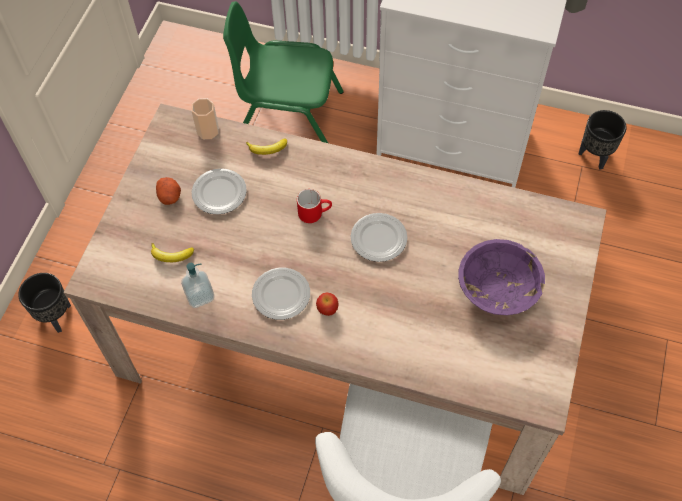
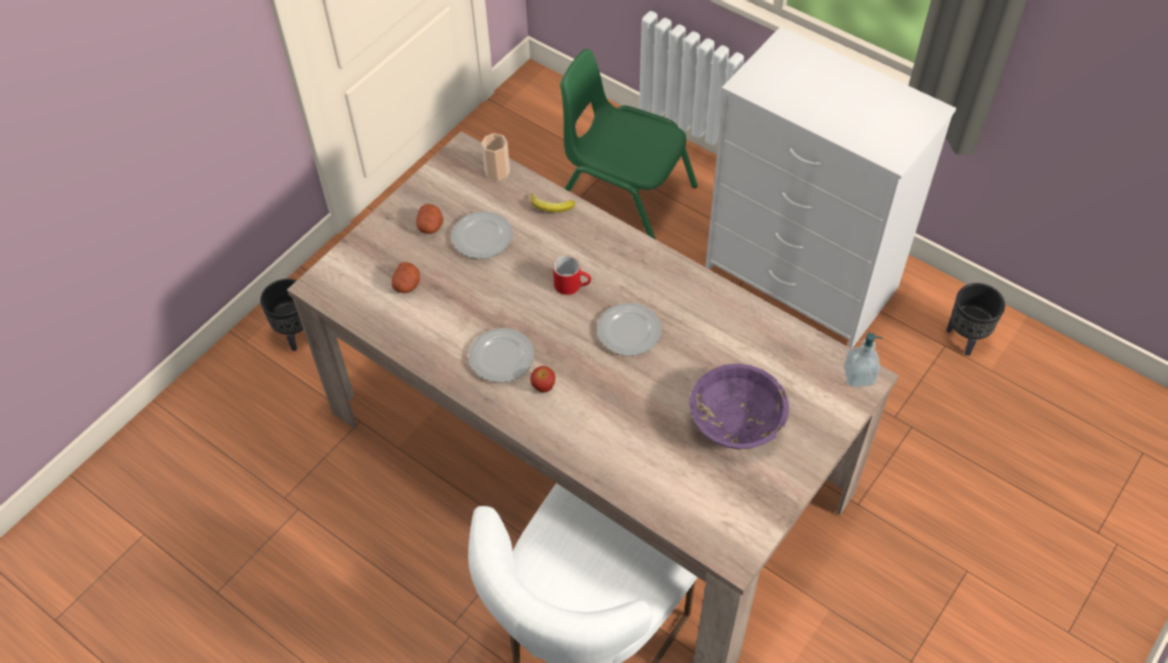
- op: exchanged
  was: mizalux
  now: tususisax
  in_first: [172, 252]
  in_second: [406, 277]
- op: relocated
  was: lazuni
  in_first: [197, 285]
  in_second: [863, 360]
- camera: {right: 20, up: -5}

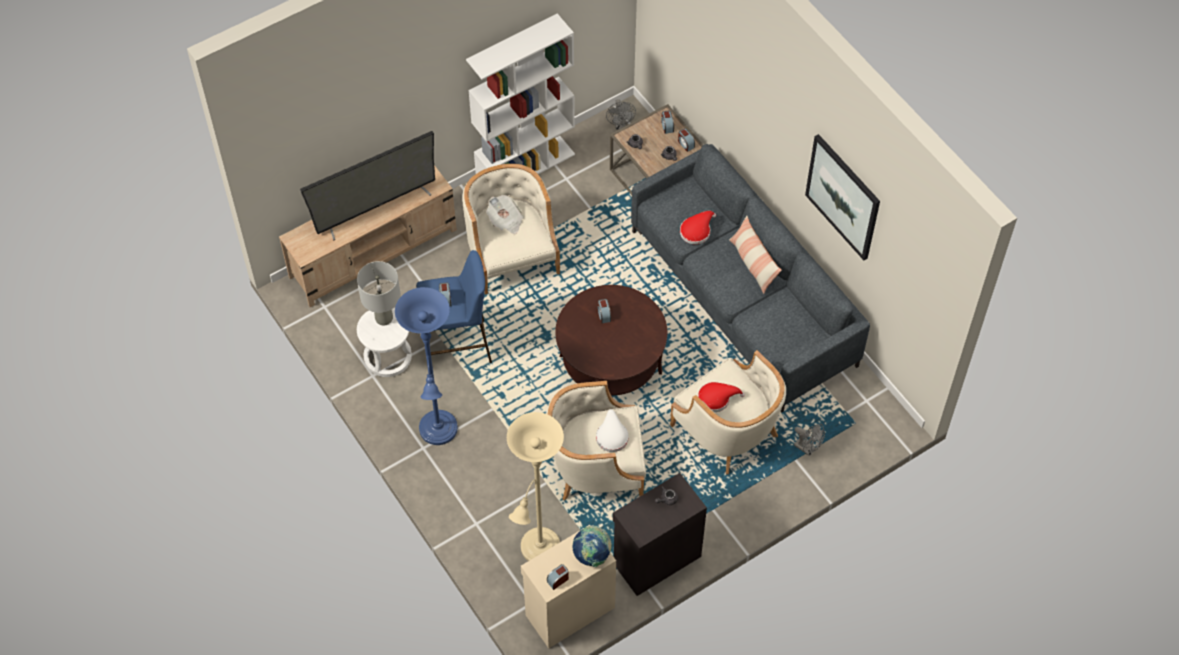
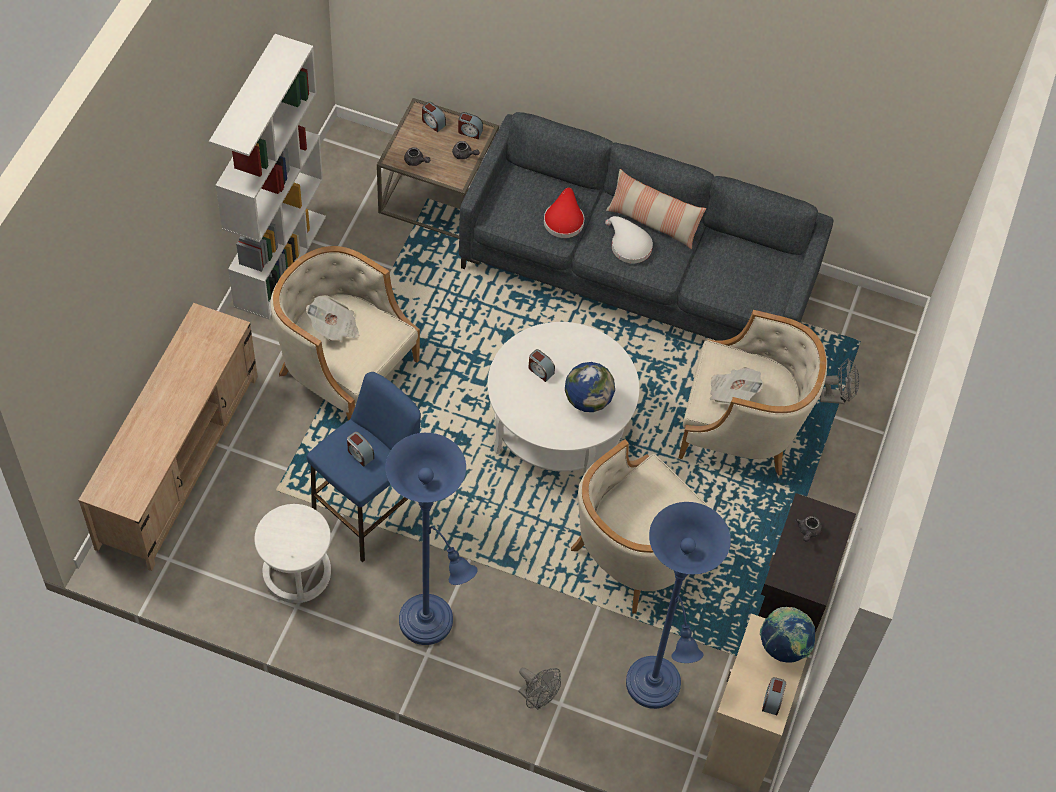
- op: colour
  was: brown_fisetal
  now: white_fisetal
  in_first: [611, 340]
  in_second: [564, 399]
- op: relocated
  was: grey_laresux
  in_first: [621, 114]
  in_second: [539, 688]
- op: appeared
  now: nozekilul
  in_second: [590, 387]
- op: relocated
  was: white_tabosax
  in_first: [612, 430]
  in_second: [629, 239]
- op: colour
  was: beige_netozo
  now: blue_netozo
  in_first: [535, 486]
  in_second: [678, 605]
- op: exchanged
  was: red_tabosax
  now: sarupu
  in_first: [721, 397]
  in_second: [736, 386]
- op: missing
  was: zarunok
  in_first: [367, 186]
- op: missing
  was: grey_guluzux
  in_first: [379, 293]
- op: missing
  was: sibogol
  in_first: [842, 197]
- camera: {right: -40, up: 0}

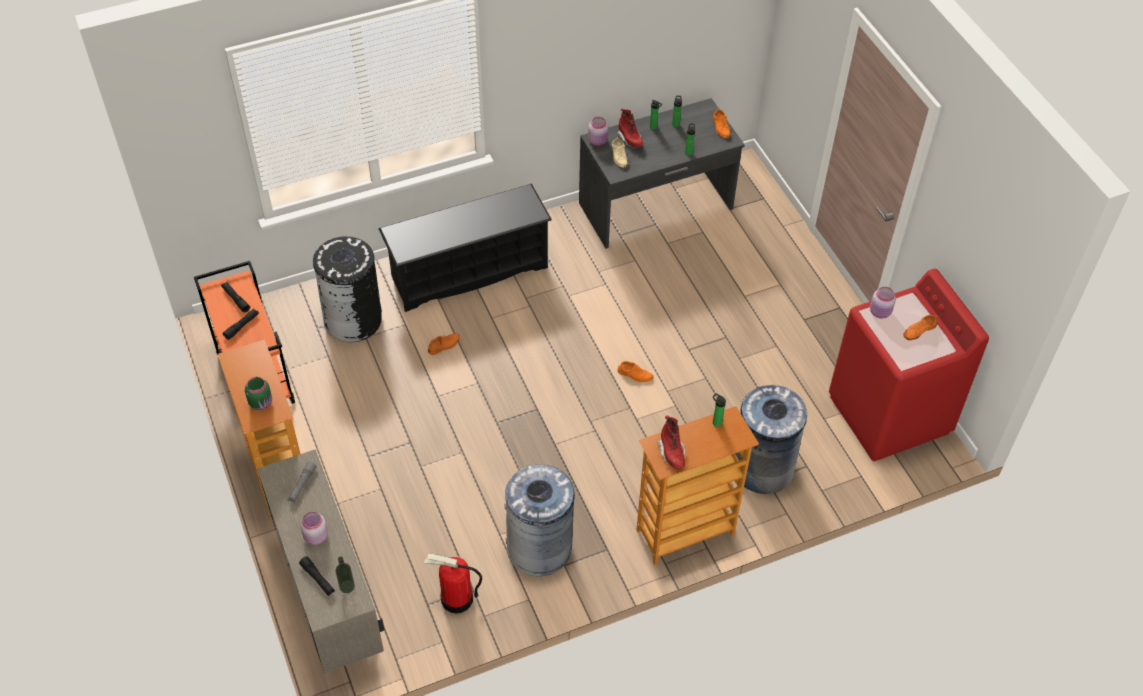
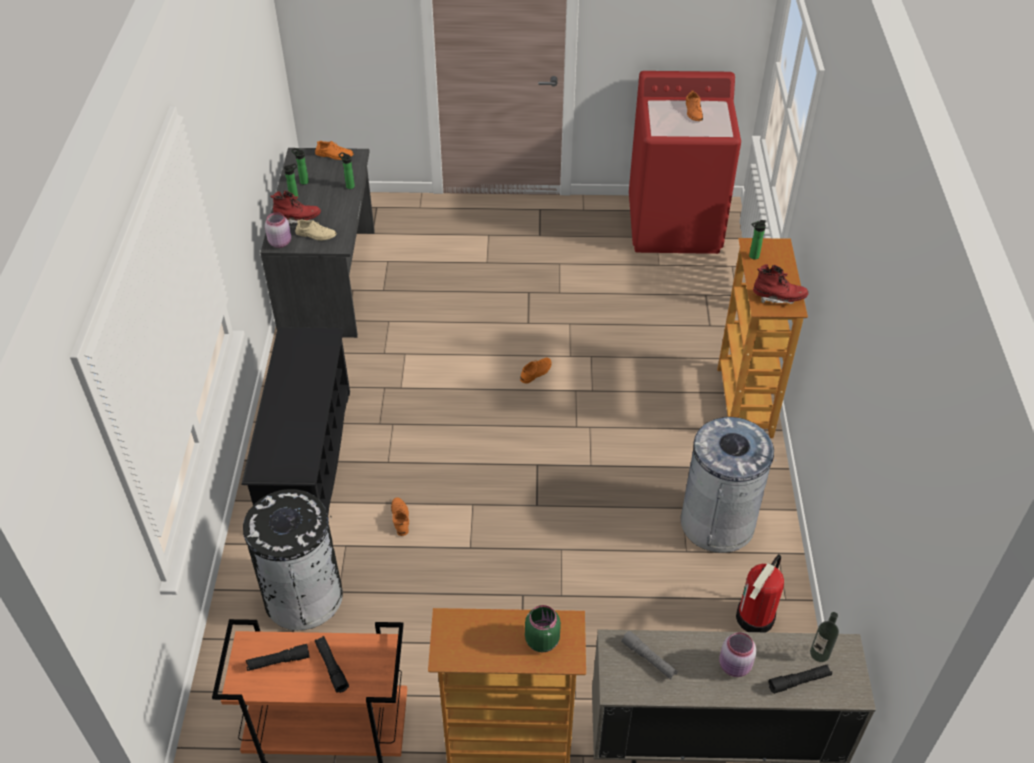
- op: missing
  was: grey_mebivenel
  in_first: [771, 439]
- op: missing
  was: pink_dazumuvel
  in_first: [883, 302]
- camera: {right: -65, up: -5}

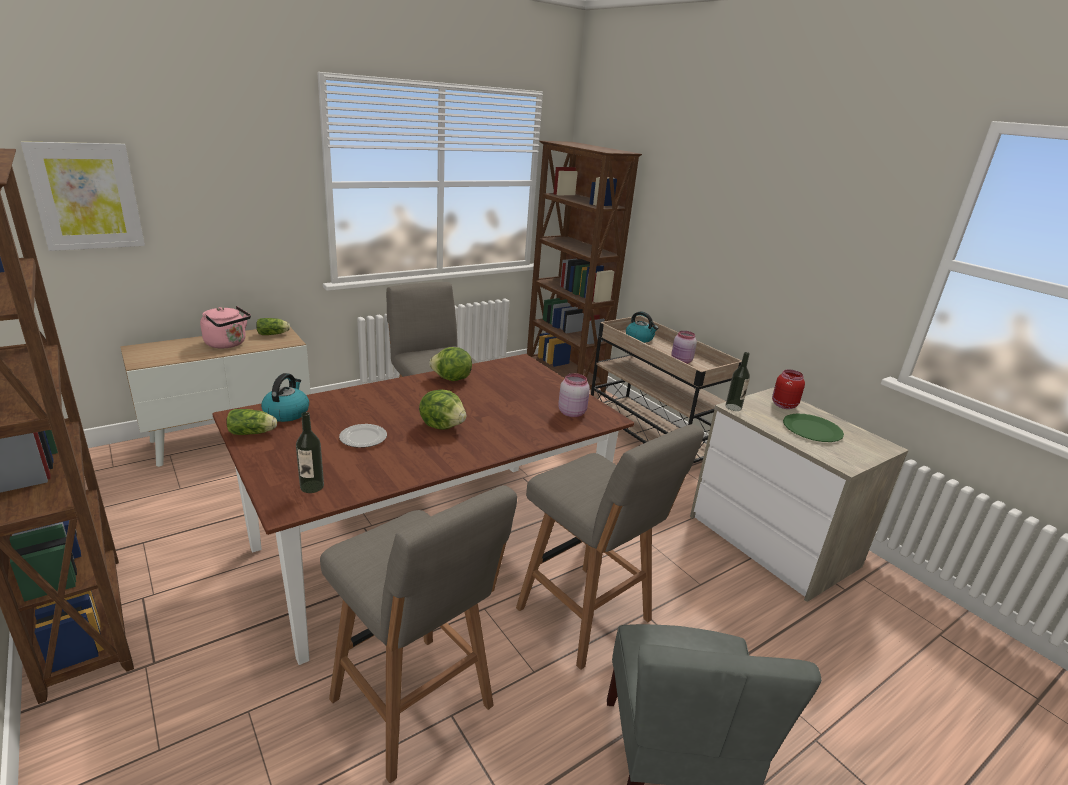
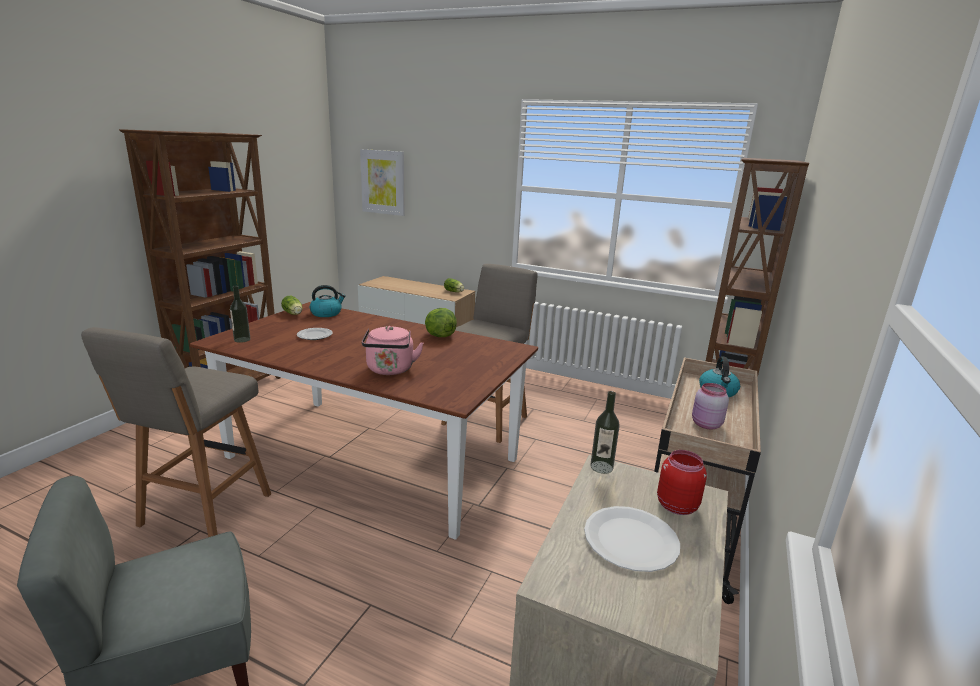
- op: relocated
  was: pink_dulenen
  in_first: [225, 327]
  in_second: [393, 350]
- op: colour
  was: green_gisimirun
  now: white_gisimirun
  in_first: [813, 427]
  in_second: [632, 539]
- op: missing
  was: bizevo
  in_first: [442, 410]
- op: missing
  was: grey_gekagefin
  in_first: [610, 547]
- op: missing
  was: pink_dazumuvel
  in_first: [574, 395]
- camera: {right: 60, up: -5}

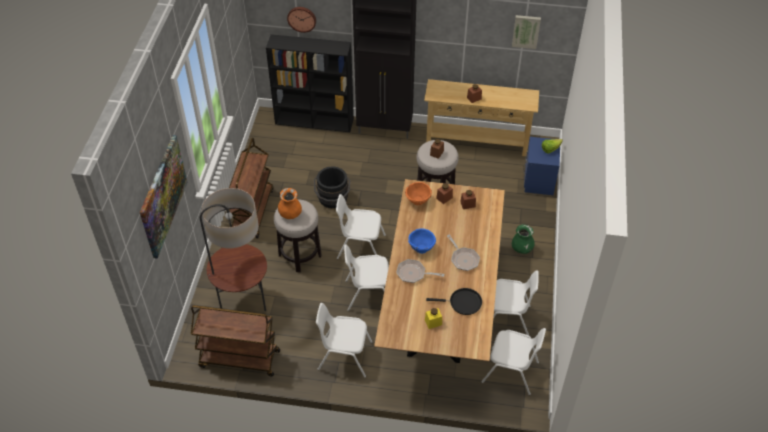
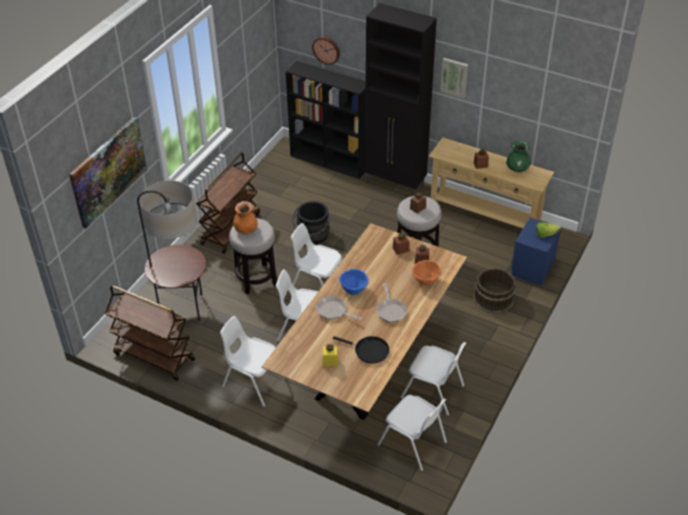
- op: relocated
  was: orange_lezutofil
  in_first: [418, 193]
  in_second: [426, 272]
- op: relocated
  was: sibogol
  in_first: [526, 32]
  in_second: [454, 78]
- op: appeared
  now: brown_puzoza
  in_second: [495, 290]
- op: relocated
  was: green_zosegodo
  in_first: [523, 239]
  in_second: [518, 156]
- camera: {right: 20, up: -5}

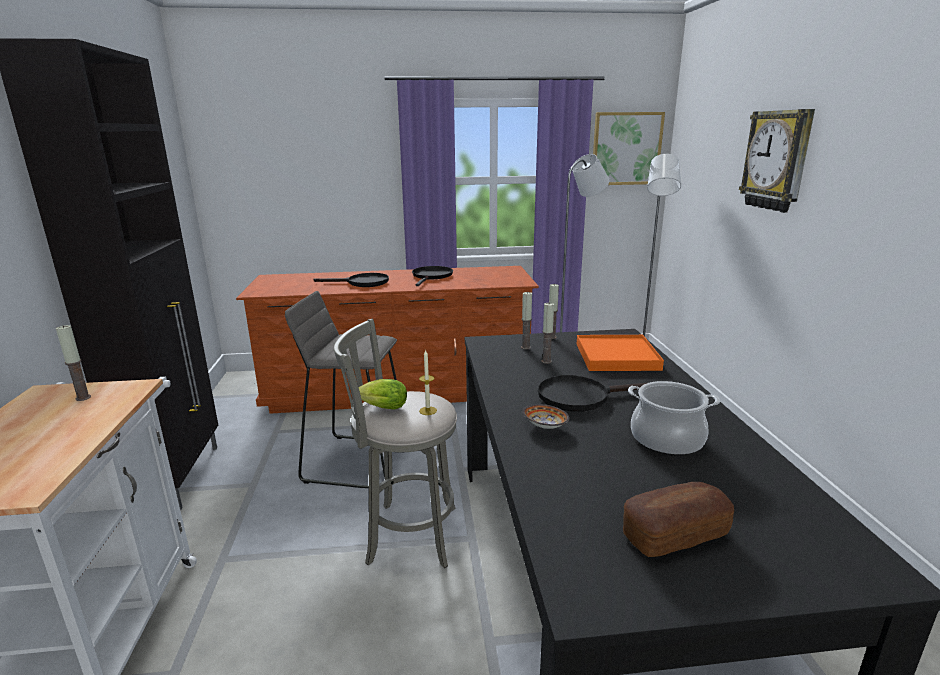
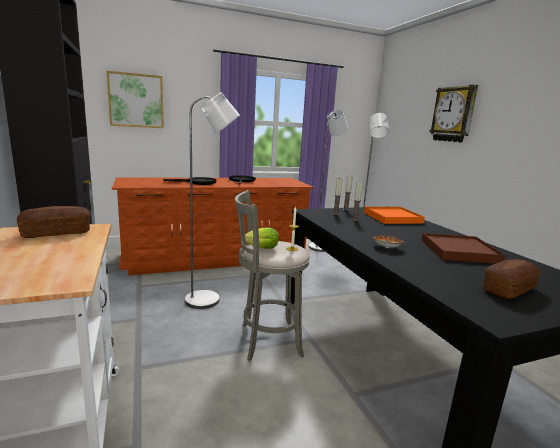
- op: exchanged
  was: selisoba
  now: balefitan
  in_first: [73, 363]
  in_second: [53, 222]
- op: relocated
  was: sibogol
  in_first: [629, 148]
  in_second: [135, 99]
- op: exchanged
  was: grey_gekagefin
  now: grey_netozo
  in_first: [341, 389]
  in_second: [212, 200]
- op: exchanged
  was: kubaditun
  now: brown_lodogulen
  in_first: [674, 418]
  in_second: [463, 248]
- op: missing
  was: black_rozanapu
  in_first: [592, 393]
- camera: {right: -15, up: -5}

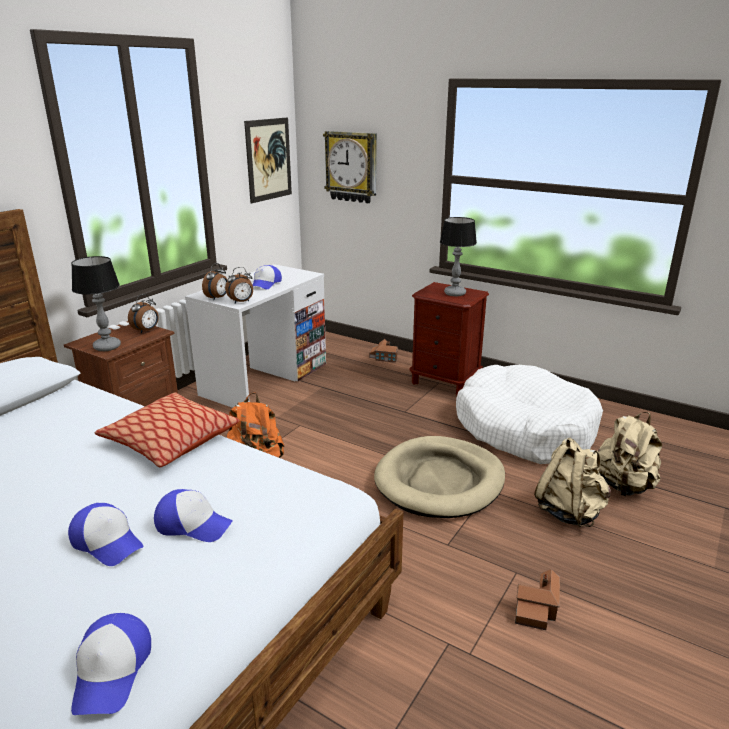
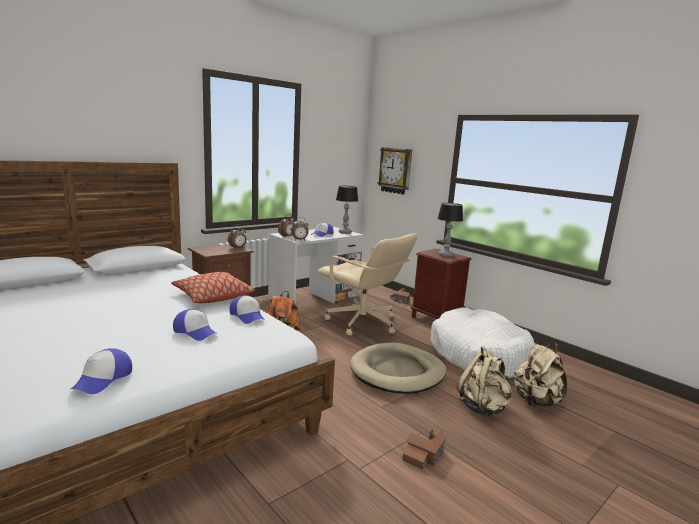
- op: relocated
  was: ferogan
  in_first: [106, 534]
  in_second: [247, 309]
- op: appeared
  now: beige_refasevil
  in_second: [368, 284]
- op: relocated
  was: guluzux
  in_first: [96, 303]
  in_second: [347, 210]
- op: missing
  was: sibogol
  in_first: [268, 161]
- camera: {right: 15, up: -10}

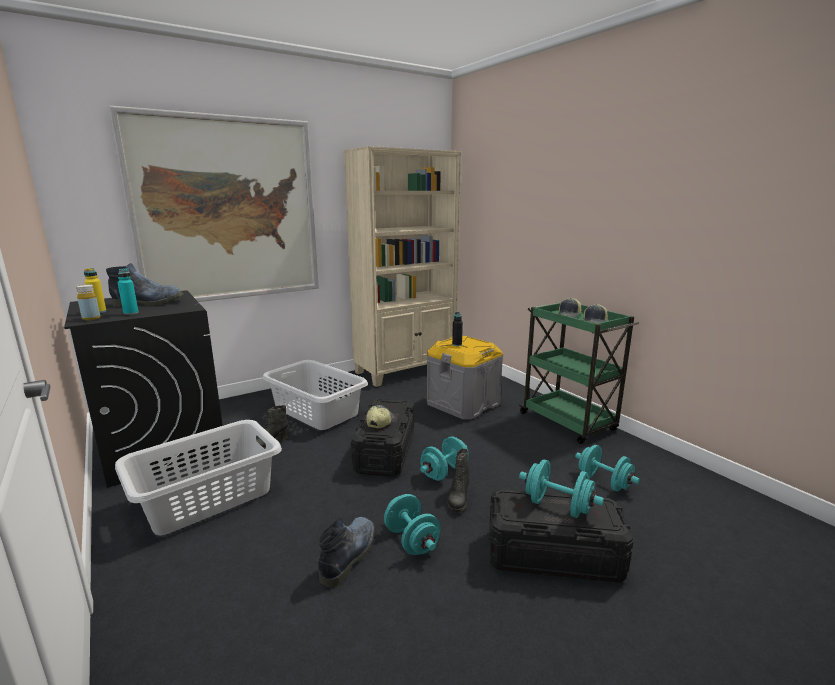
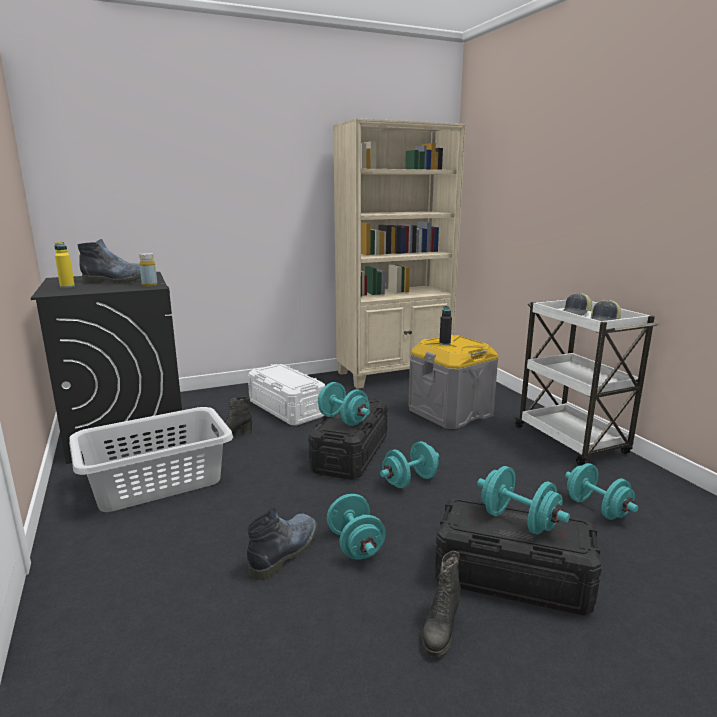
- op: relocated
  was: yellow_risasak
  in_first: [88, 302]
  in_second: [148, 269]
- op: exchanged
  was: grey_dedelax
  now: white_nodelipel
  in_first: [315, 395]
  in_second: [286, 394]
- op: exchanged
  was: ferogan
  now: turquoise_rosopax
  in_first: [380, 416]
  in_second: [344, 404]
- op: relocated
  was: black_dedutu
  in_first: [458, 480]
  in_second: [441, 604]
- op: colour
  was: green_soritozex
  now: white_soritozex
  in_first: [579, 373]
  in_second: [587, 382]
- op: missing
  was: sibogol
  in_first: [214, 204]
- op: missing
  was: turquoise_risasak
  in_first: [128, 291]
- camera: {right: 10, up: 0}

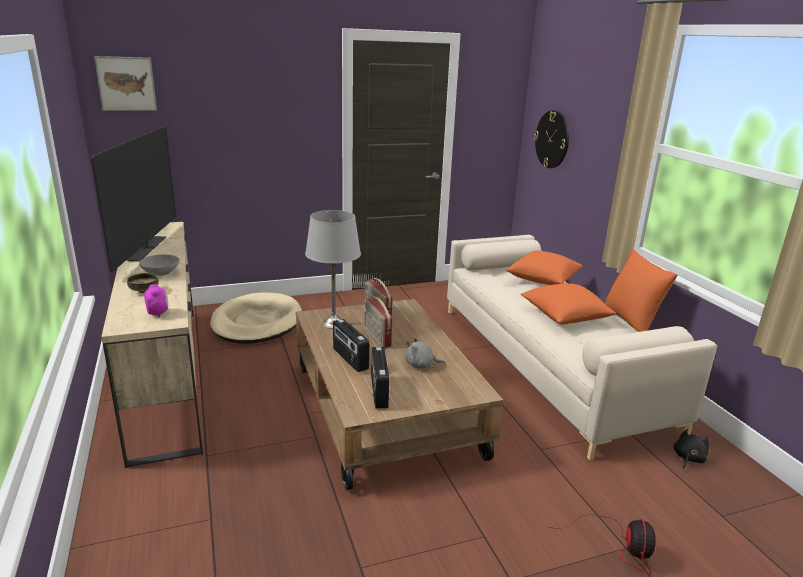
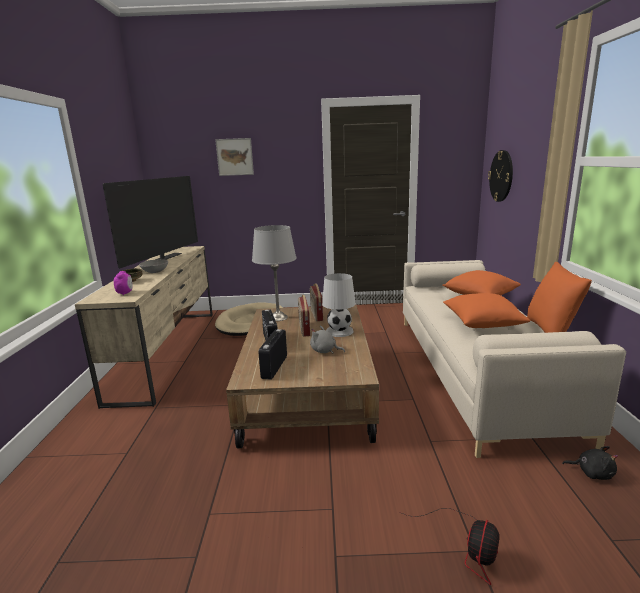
- op: relocated
  was: sibogol
  in_first: [125, 83]
  in_second: [234, 157]
- op: appeared
  now: white_guluzux
  in_second: [339, 305]
- op: spun
  was: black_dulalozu
  in_first: [691, 449]
  in_second: [590, 463]
  clockwise: 60
- camera: {right: 20, up: -5}

